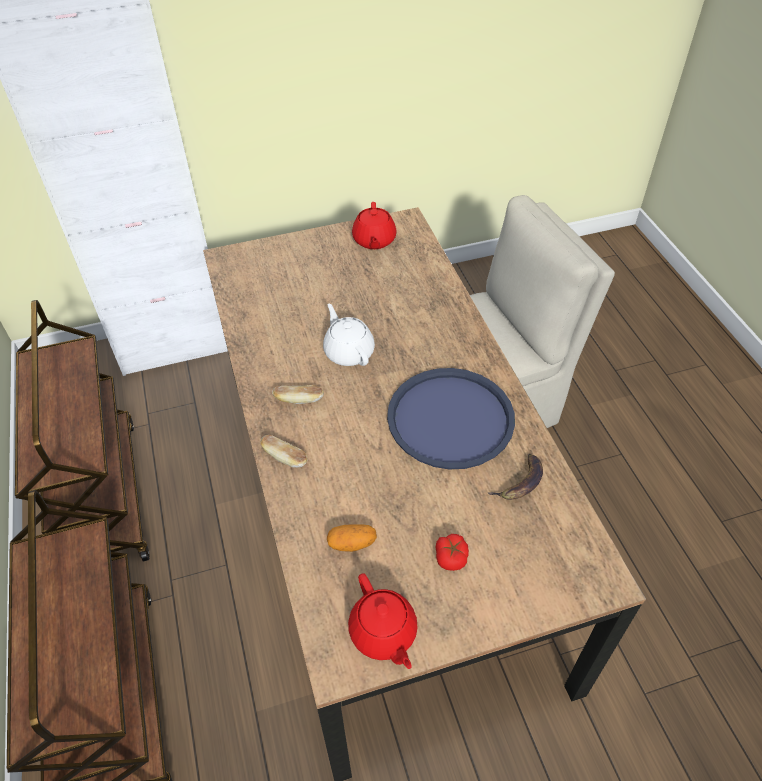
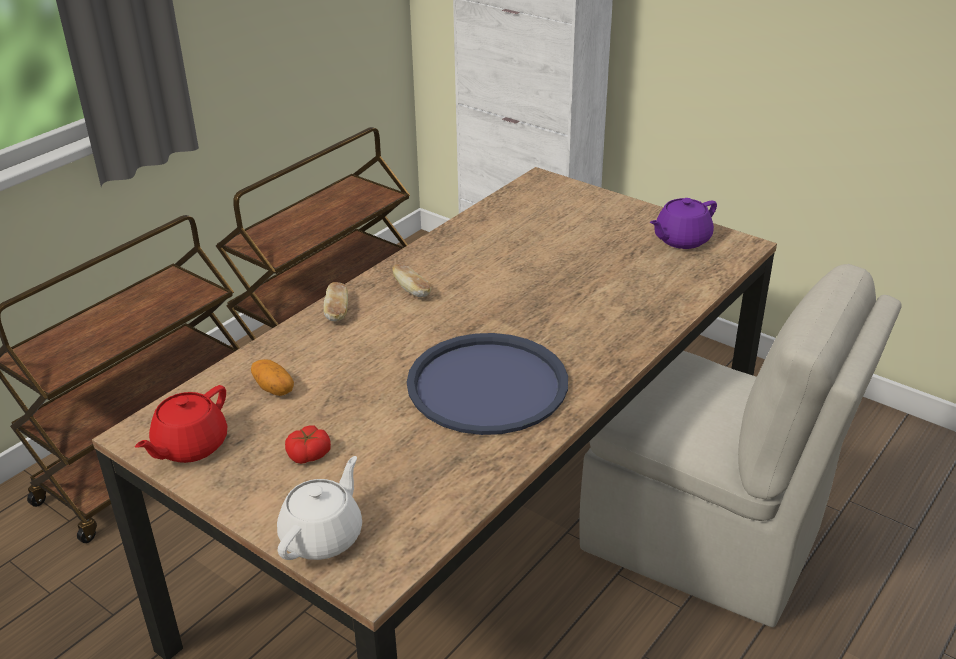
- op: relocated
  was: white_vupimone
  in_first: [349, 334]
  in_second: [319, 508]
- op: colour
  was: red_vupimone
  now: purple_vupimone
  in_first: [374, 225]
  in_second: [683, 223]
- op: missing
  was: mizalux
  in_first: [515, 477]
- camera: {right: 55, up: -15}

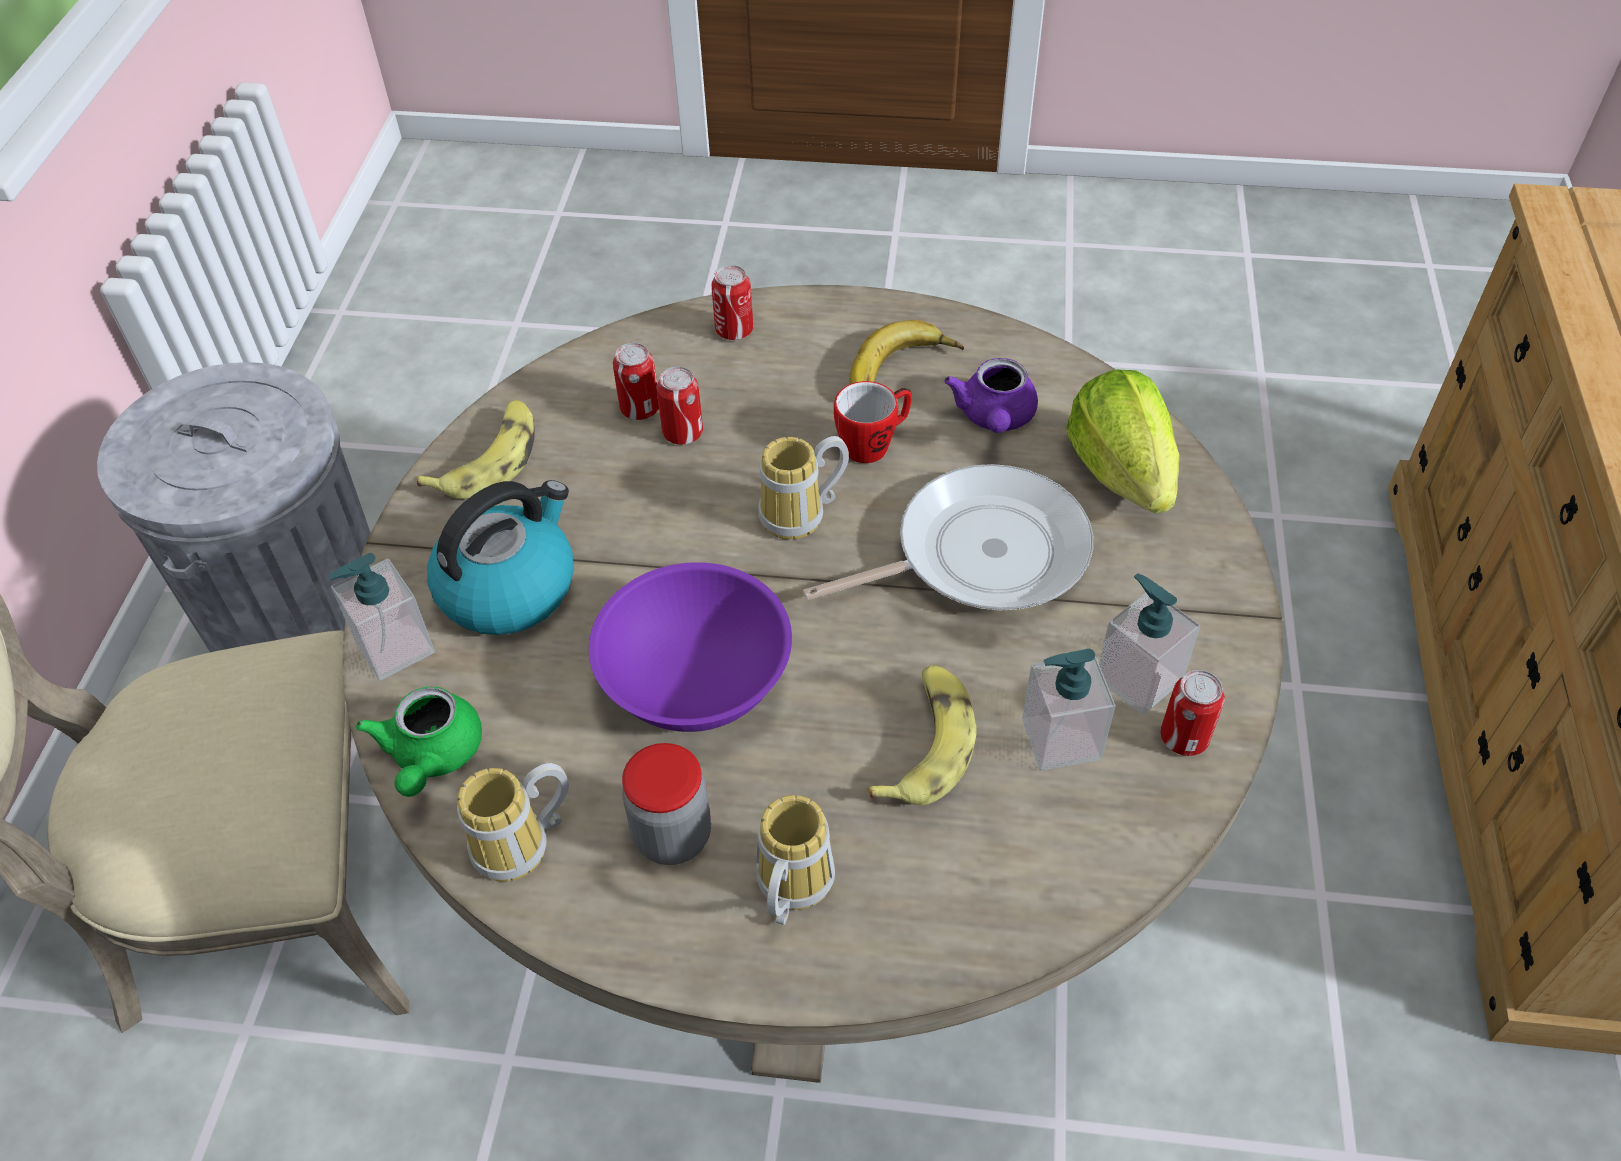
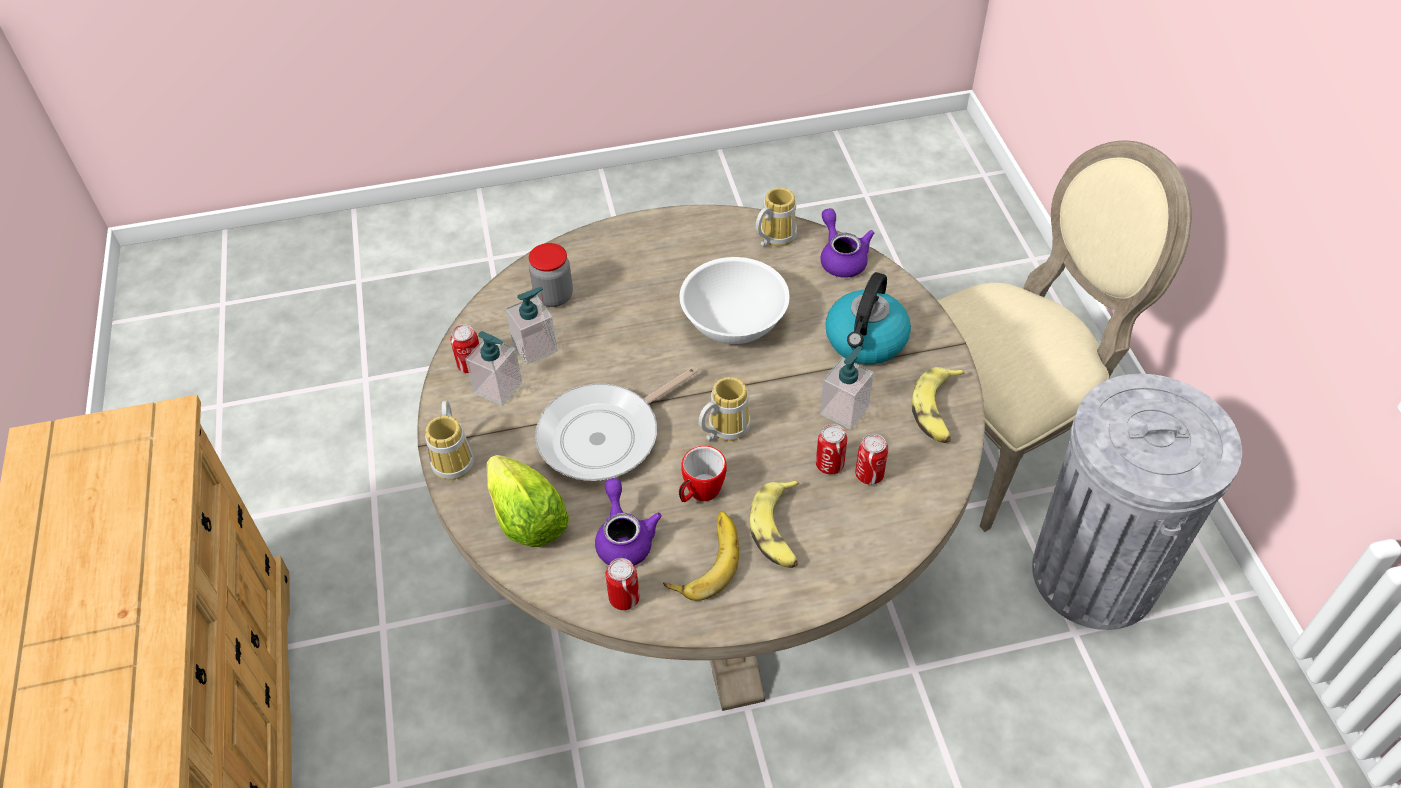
- op: relocated
  was: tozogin
  in_first: [795, 860]
  in_second: [449, 440]
- op: relocated
  was: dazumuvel
  in_first: [666, 804]
  in_second: [551, 275]
- op: relocated
  was: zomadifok
  in_first: [732, 302]
  in_second: [623, 584]
- op: colour
  was: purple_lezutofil
  now: white_lezutofil
  in_first: [690, 647]
  in_second: [735, 300]
- op: relocated
  was: mizalux
  in_first: [922, 735]
  in_second: [774, 524]
- op: colour
  was: green_vupimone
  now: purple_vupimone
  in_first: [419, 742]
  in_second: [847, 243]
- op: relocated
  was: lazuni
  in_first: [381, 617]
  in_second: [847, 388]
- camera: {right: 160, up: 0}

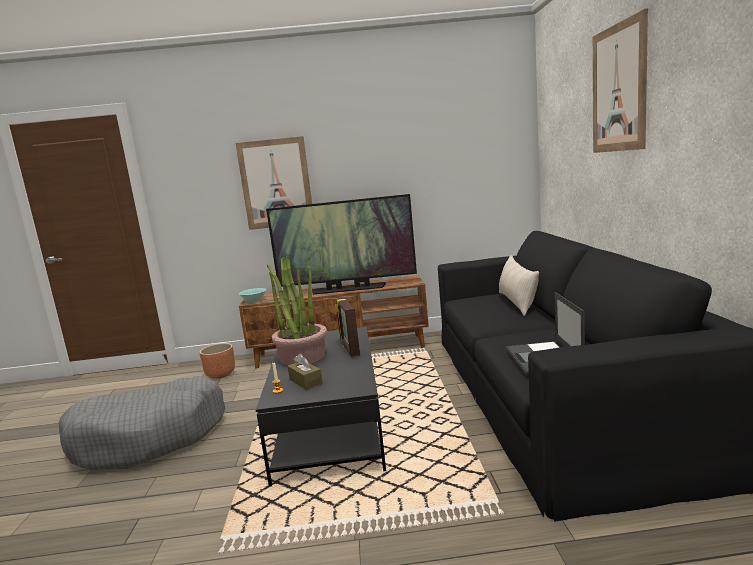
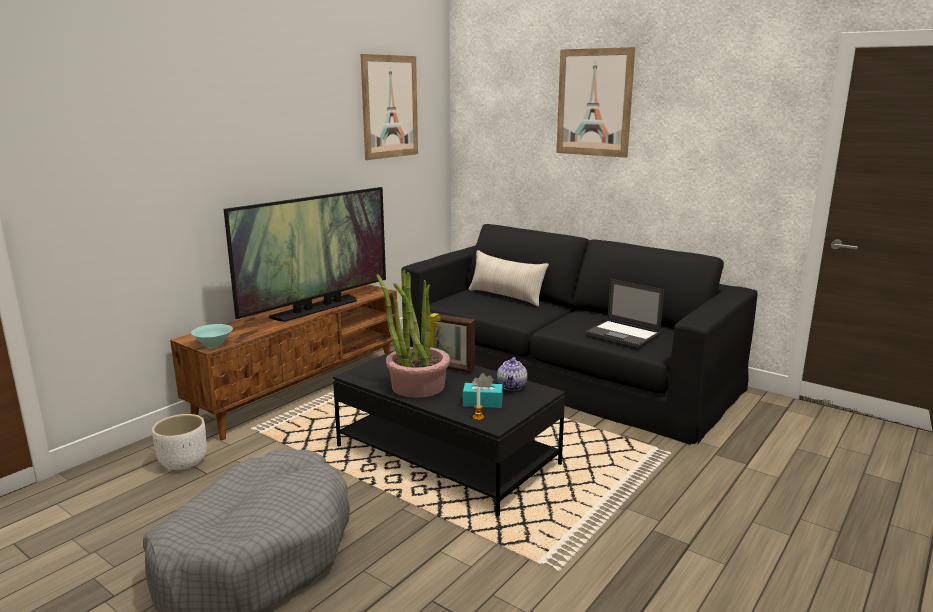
- op: colour
  was: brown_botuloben
  now: white_botuloben
  in_first: [217, 361]
  in_second: [179, 442]
- op: relocated
  was: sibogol
  in_first: [273, 183]
  in_second: [389, 107]
- op: colour
  was: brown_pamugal
  now: turquoise_pamugal
  in_first: [305, 372]
  in_second: [482, 390]
- op: appeared
  now: vupimone
  in_second: [512, 374]
- camera: {right: -50, up: 5}

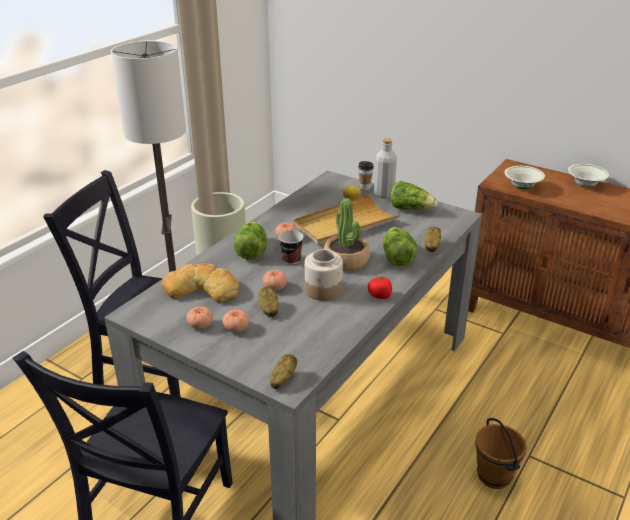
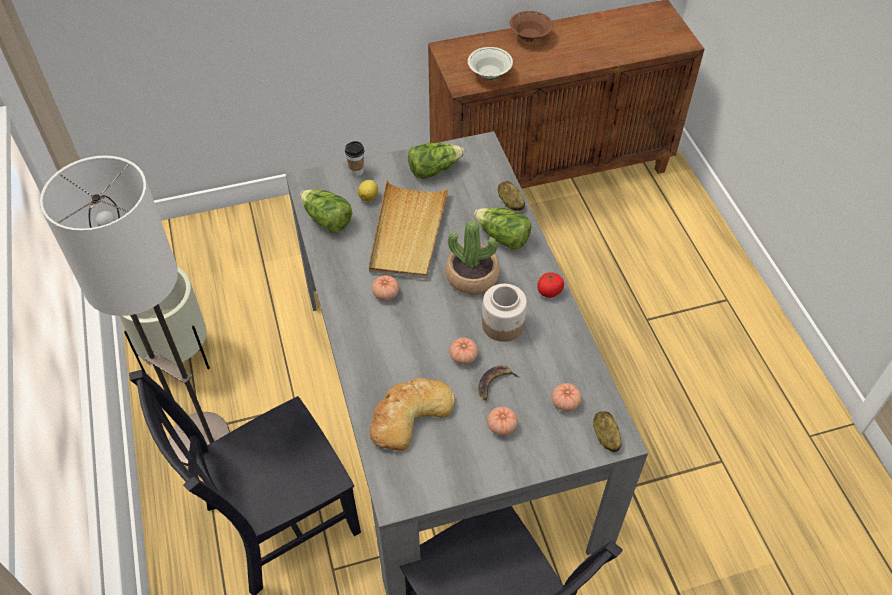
- op: relocated
  was: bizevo
  in_first: [250, 241]
  in_second: [326, 211]
- op: exchanged
  was: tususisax
  now: mizalux
  in_first: [268, 302]
  in_second: [499, 383]
- op: colour
  was: white_lezutofil
  now: brown_lezutofil
  in_first: [588, 175]
  in_second: [531, 26]
- op: relocated
  was: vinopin
  in_first: [200, 317]
  in_second: [567, 397]
- op: missing
  was: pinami
  in_first: [291, 247]
- op: missing
  was: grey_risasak
  in_first: [385, 168]
- op: missing
  was: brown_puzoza
  in_first: [501, 453]
- camera: {right: -50, up: 20}

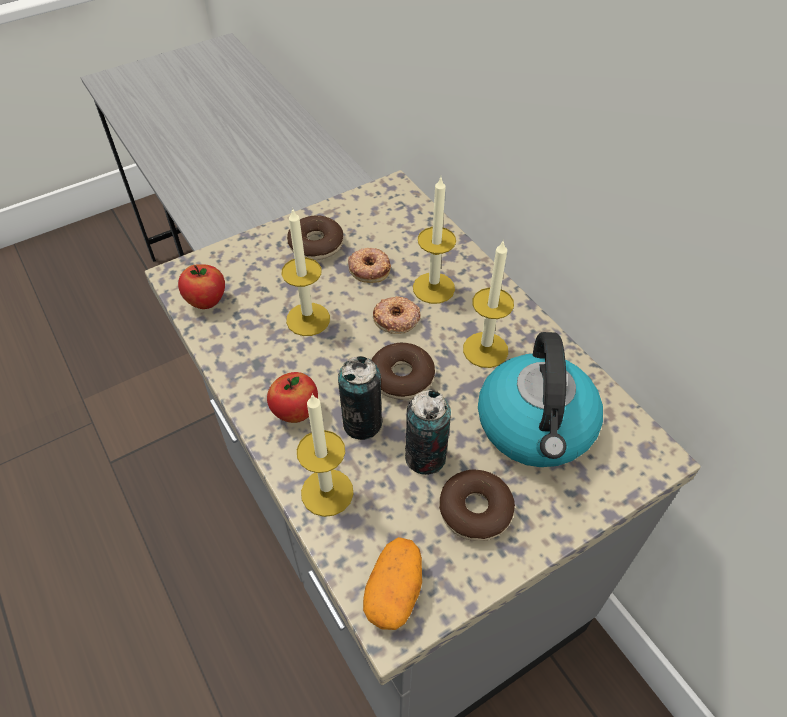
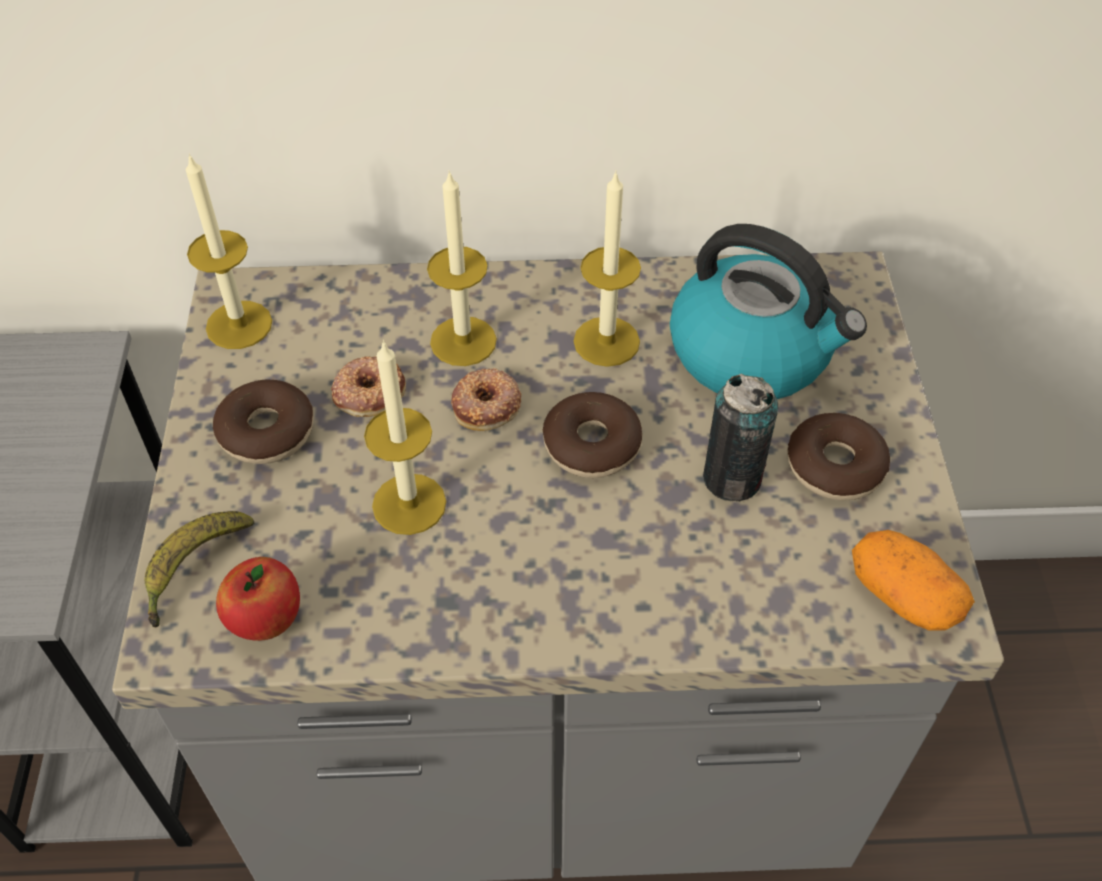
- op: appeared
  now: mizalux
  in_second: [199, 569]
- op: relocated
  was: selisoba
  in_first: [325, 455]
  in_second: [229, 251]
- op: missing
  was: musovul
  in_first: [292, 397]
- op: missing
  was: zomadifok
  in_first: [360, 398]
- camera: {right: -60, up: 0}

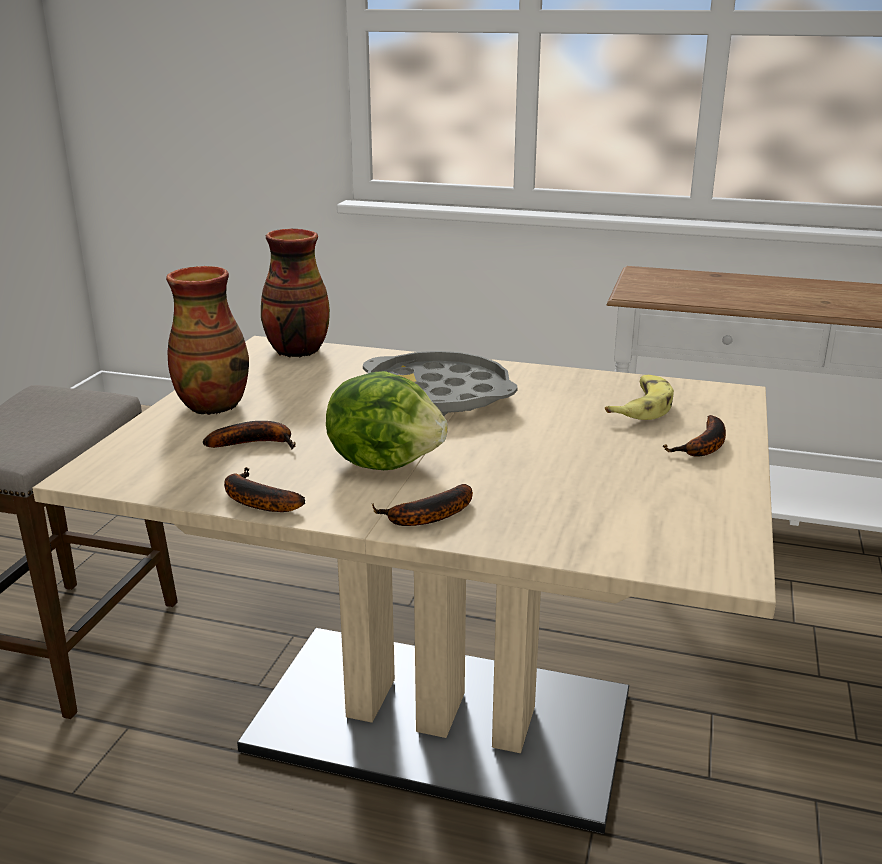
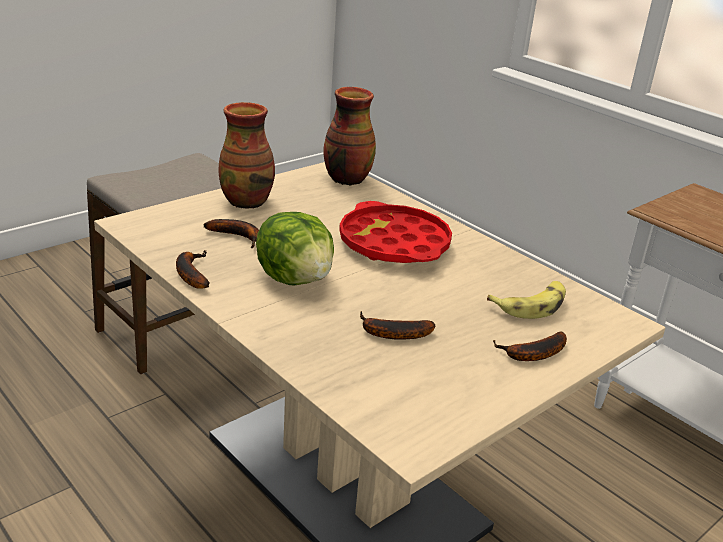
- op: colour
  was: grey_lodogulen
  now: red_lodogulen
  in_first: [440, 383]
  in_second: [395, 232]
- op: relocated
  was: mizalux
  in_first: [422, 505]
  in_second: [397, 325]
- camera: {right: 30, up: 5}

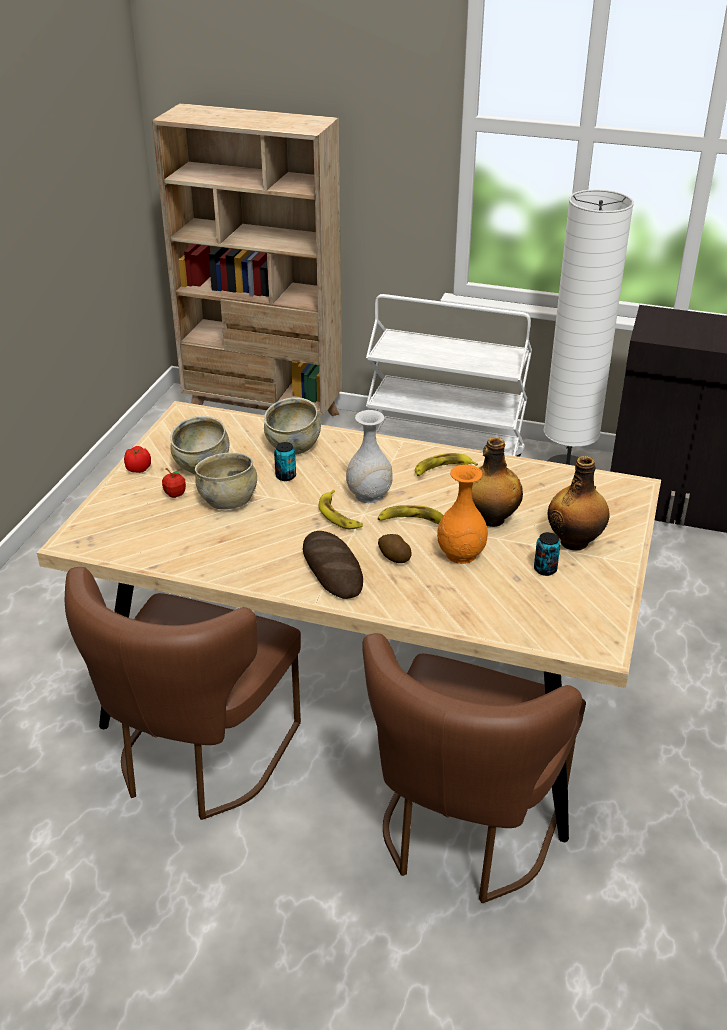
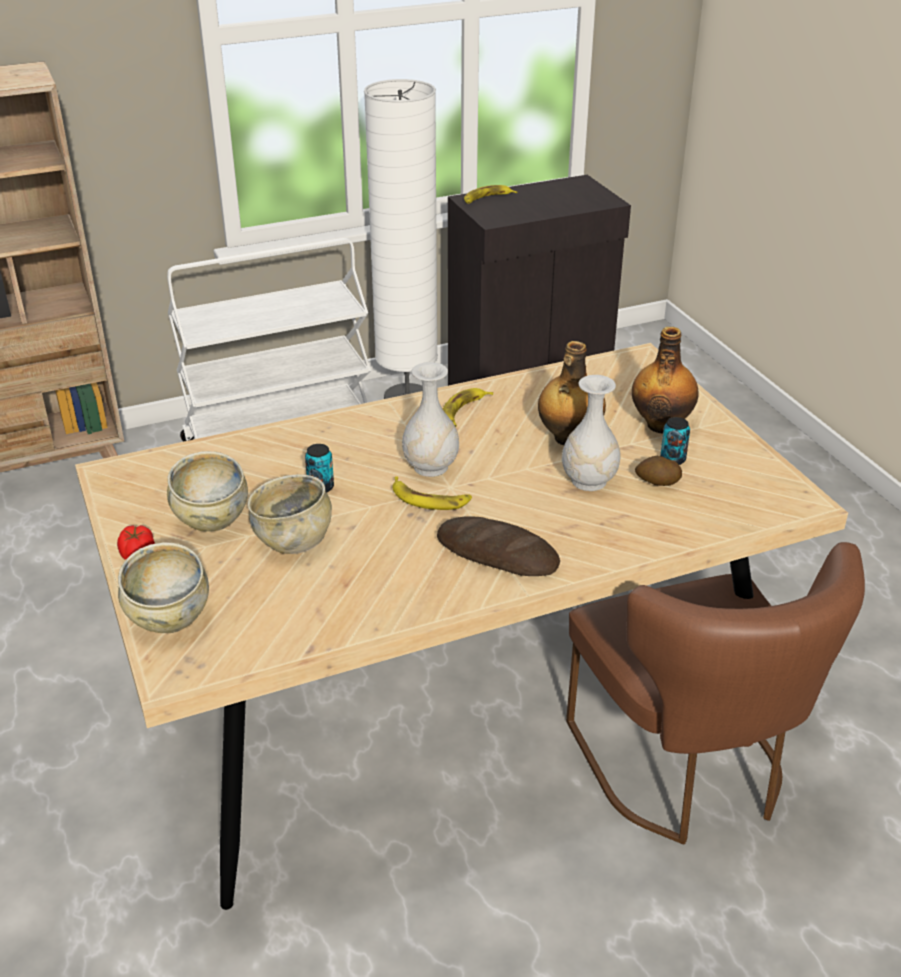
- op: relocated
  was: beige_lezutofil
  in_first: [292, 426]
  in_second: [163, 587]
- op: relocated
  was: mizalux
  in_first: [410, 514]
  in_second: [490, 194]
- op: colour
  was: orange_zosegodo
  now: white_zosegodo
  in_first: [462, 514]
  in_second: [591, 433]
- op: relocated
  was: tususisax
  in_first: [395, 548]
  in_second: [658, 471]
- op: missing
  was: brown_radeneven
  in_first: [183, 693]
- op: missing
  was: musovul
  in_first: [174, 483]
- camera: {right: -40, up: 0}

